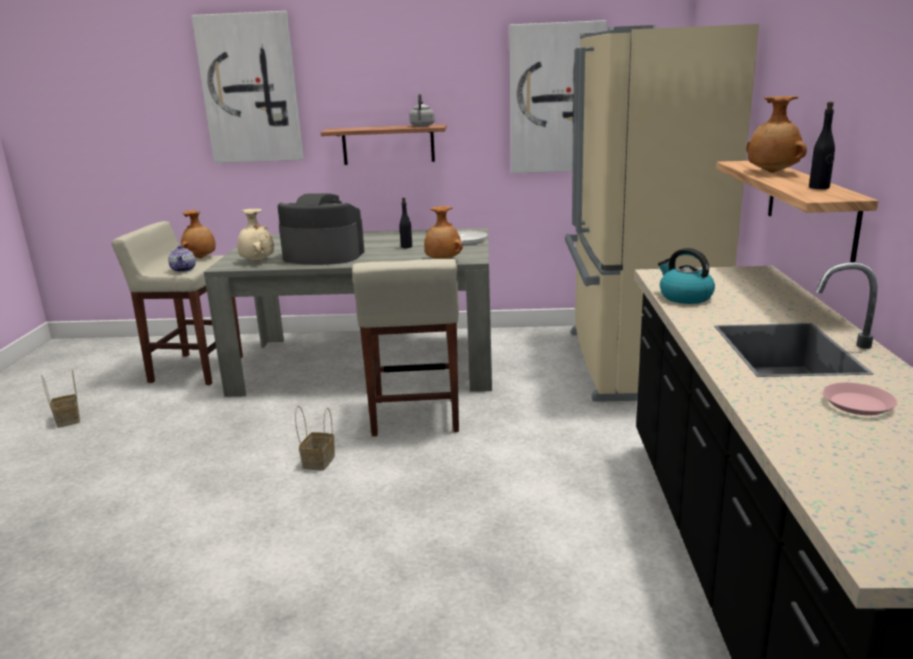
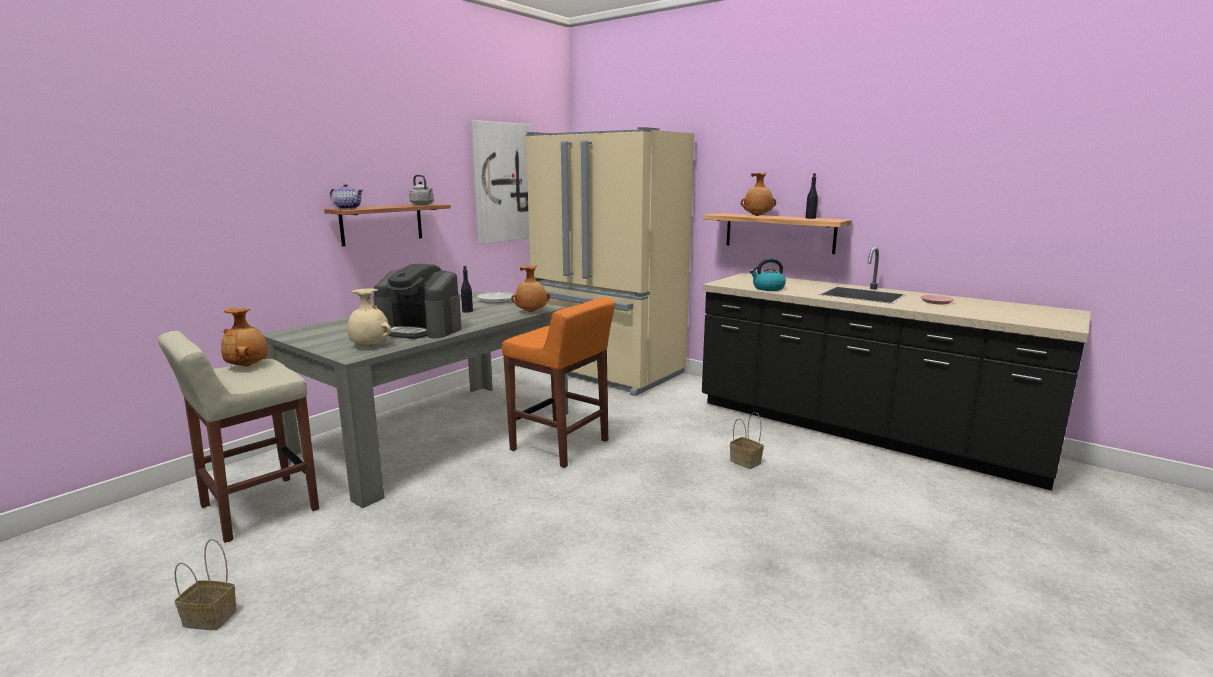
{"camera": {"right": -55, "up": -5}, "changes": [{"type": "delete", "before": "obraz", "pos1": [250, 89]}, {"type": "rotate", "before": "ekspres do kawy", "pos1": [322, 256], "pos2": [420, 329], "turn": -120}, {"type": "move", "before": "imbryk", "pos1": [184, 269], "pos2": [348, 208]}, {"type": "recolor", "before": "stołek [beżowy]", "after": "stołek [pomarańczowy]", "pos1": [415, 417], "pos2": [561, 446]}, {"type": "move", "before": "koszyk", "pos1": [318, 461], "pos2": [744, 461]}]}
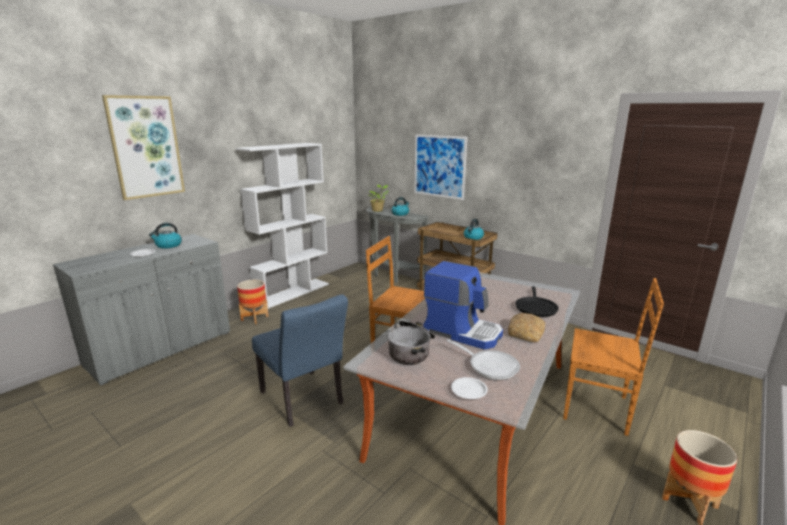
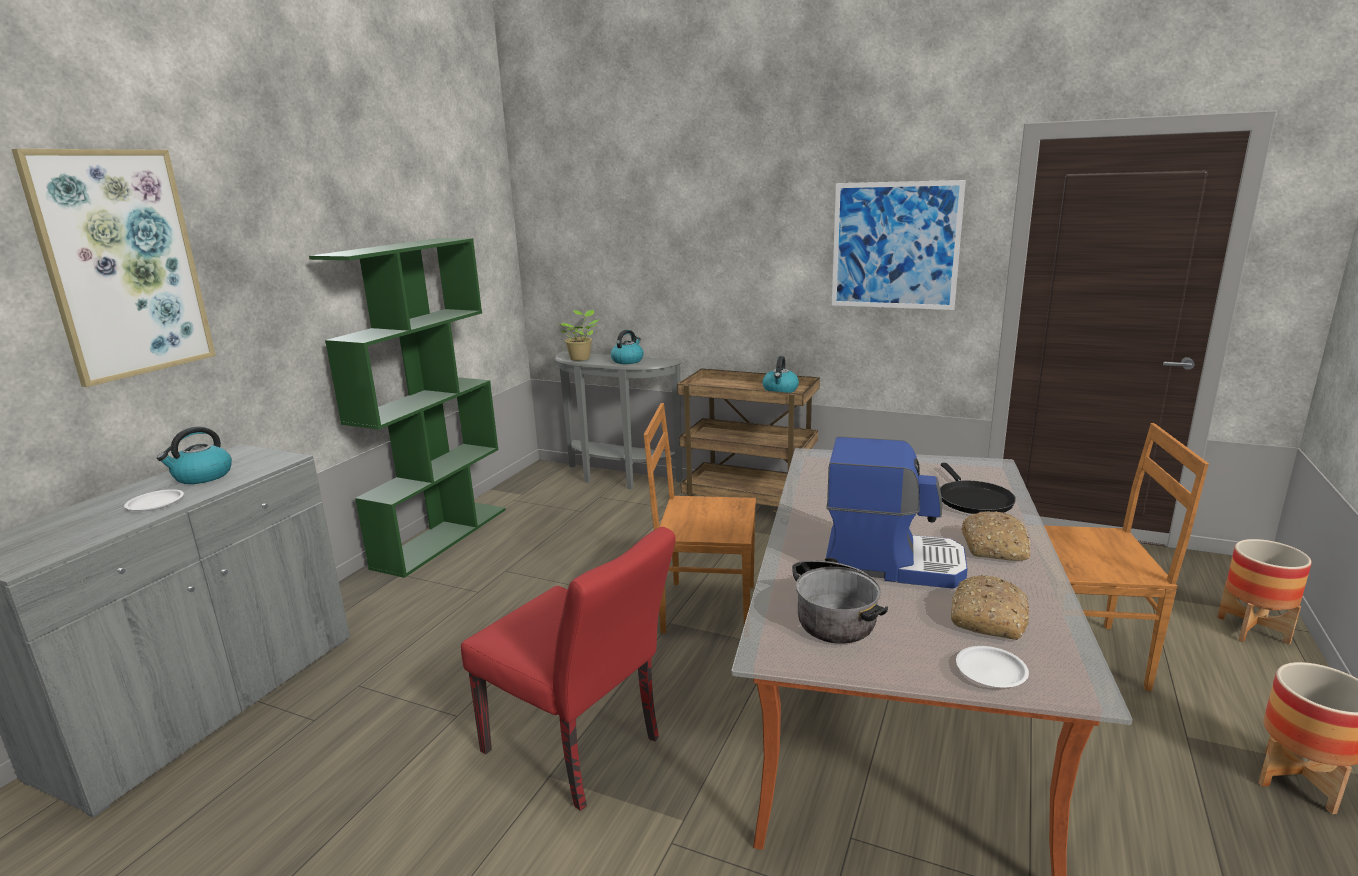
{"camera": {"right": -15, "up": 0}, "changes": [{"type": "move", "before": "obraz", "pos1": [439, 166], "pos2": [895, 246]}, {"type": "recolor", "before": "regał [biały]", "after": "regał [zielony]", "pos1": [293, 293], "pos2": [442, 537]}, {"type": "move", "before": "donica", "pos1": [255, 318], "pos2": [1252, 630]}, {"type": "recolor", "before": "krzesło [niebieski]", "after": "krzesło [czerwony]", "pos1": [304, 401], "pos2": [581, 750]}, {"type": "replace", "before": "patelnia", "after": "chleb", "pos1": [489, 366], "pos2": [987, 618]}]}
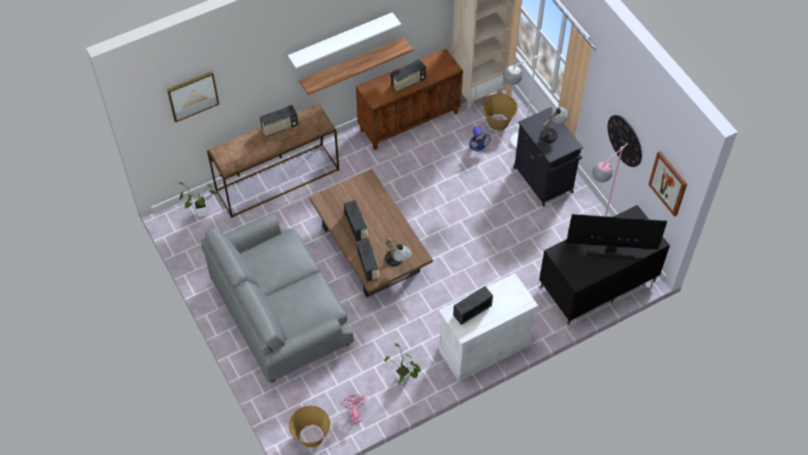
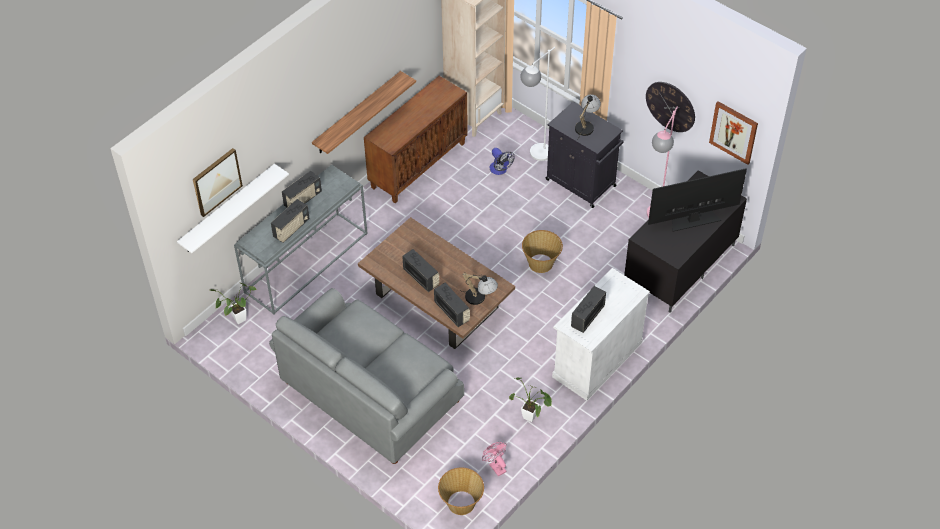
{"camera": {"right": -20, "up": -5}, "changes": [{"type": "move", "before": "półka [biały]", "pos1": [341, 40], "pos2": [228, 209]}, {"type": "move", "before": "radio", "pos1": [408, 82], "pos2": [291, 229]}, {"type": "move", "before": "koszyk", "pos1": [498, 122], "pos2": [541, 263]}, {"type": "recolor", "before": "stolik konsolowy [brązowy]", "after": "stolik konsolowy [szary]", "pos1": [278, 179], "pos2": [306, 261]}]}
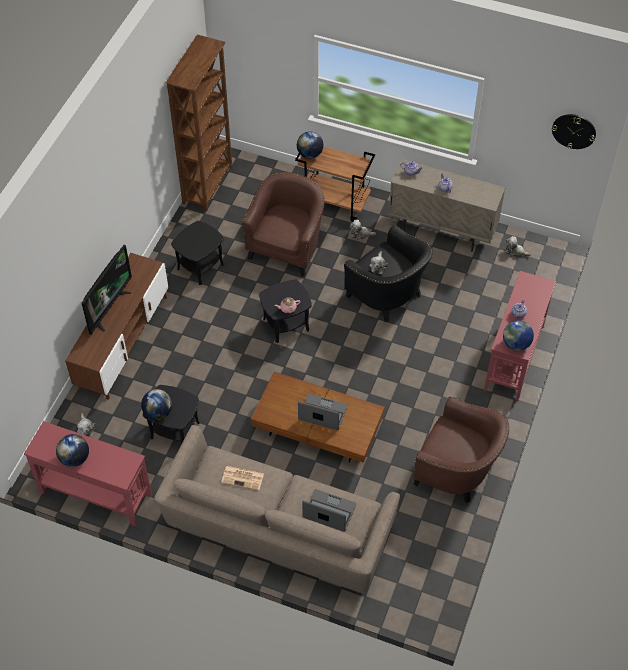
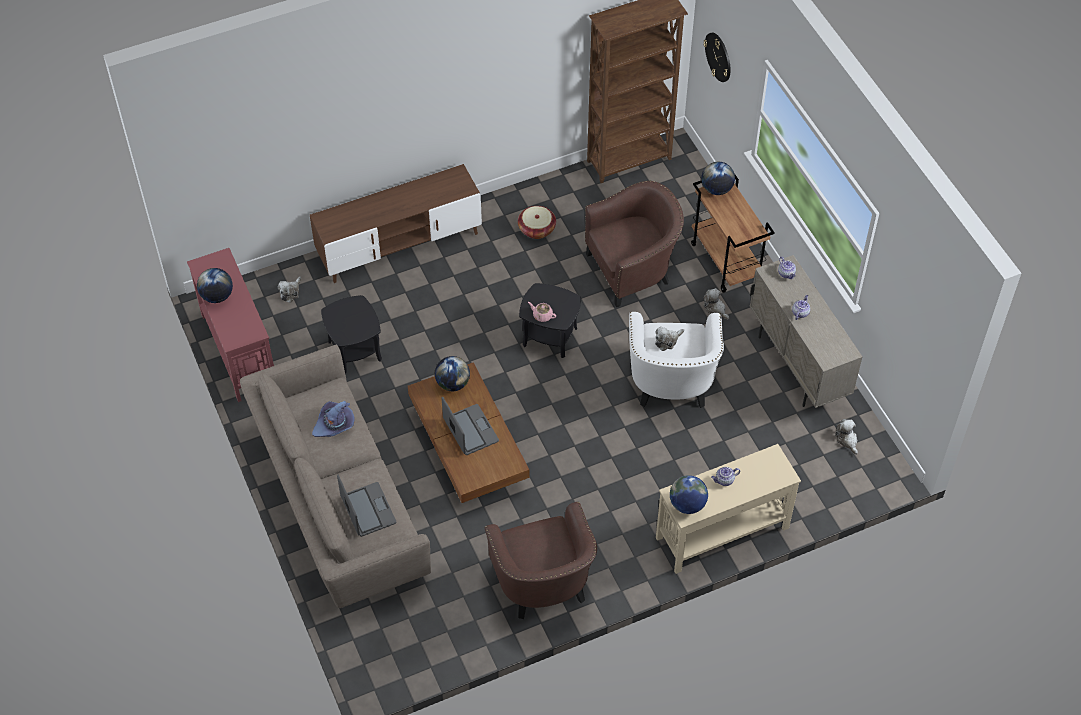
{"camera": {"right": 45, "up": 0}, "changes": [{"type": "move", "before": "zegar ścienny", "pos1": [574, 131], "pos2": [718, 57]}, {"type": "replace", "before": "stolik [czarny]", "after": "koszyk", "pos1": [200, 267], "pos2": [536, 229]}, {"type": "recolor", "before": "fotel [czarny]", "after": "fotel [biały]", "pos1": [388, 296], "pos2": [671, 384]}, {"type": "delete", "before": "telewizor", "pos1": [108, 308]}, {"type": "recolor", "before": "stolik konsolowy [czerwony]", "after": "stolik konsolowy [beżowy]", "pos1": [514, 357], "pos2": [721, 533]}, {"type": "move", "before": "globus", "pos1": [158, 412], "pos2": [453, 383]}, {"type": "replace", "before": "gazeta", "after": "kapelusz [fioletowy]", "pos1": [243, 478], "pos2": [335, 424]}]}
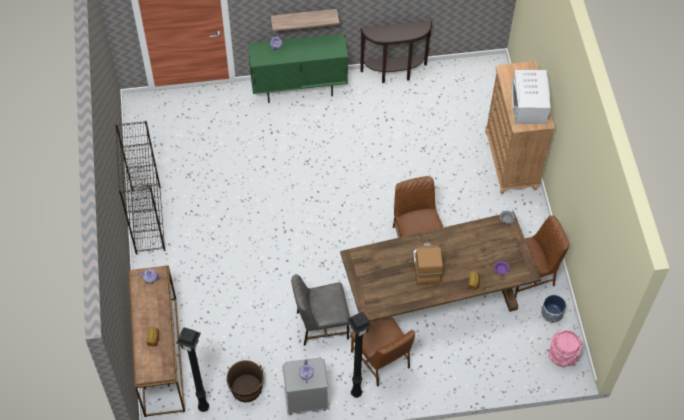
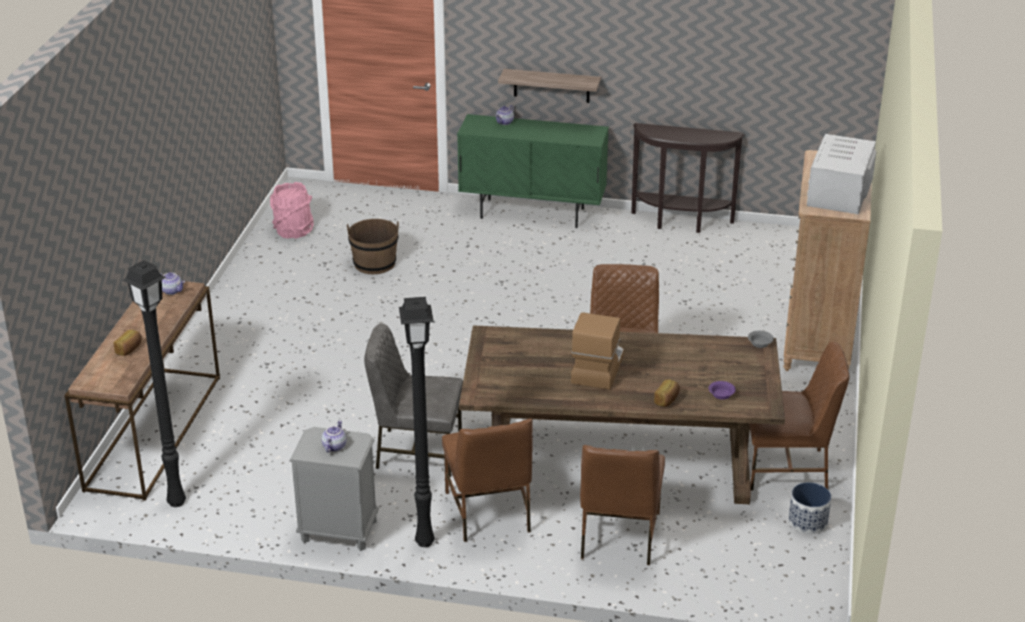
{"camera": {"right": 20, "up": -25}, "changes": [{"type": "delete", "before": "regał [czarny]", "pos1": [148, 220]}, {"type": "move", "before": "wiadro [różowy]", "pos1": [562, 356], "pos2": [293, 231]}, {"type": "move", "before": "wiadro [brązowy]", "pos1": [246, 388], "pos2": [374, 263]}, {"type": "insert", "after": "krzesło [brązowy]", "pos2": [618, 536]}]}
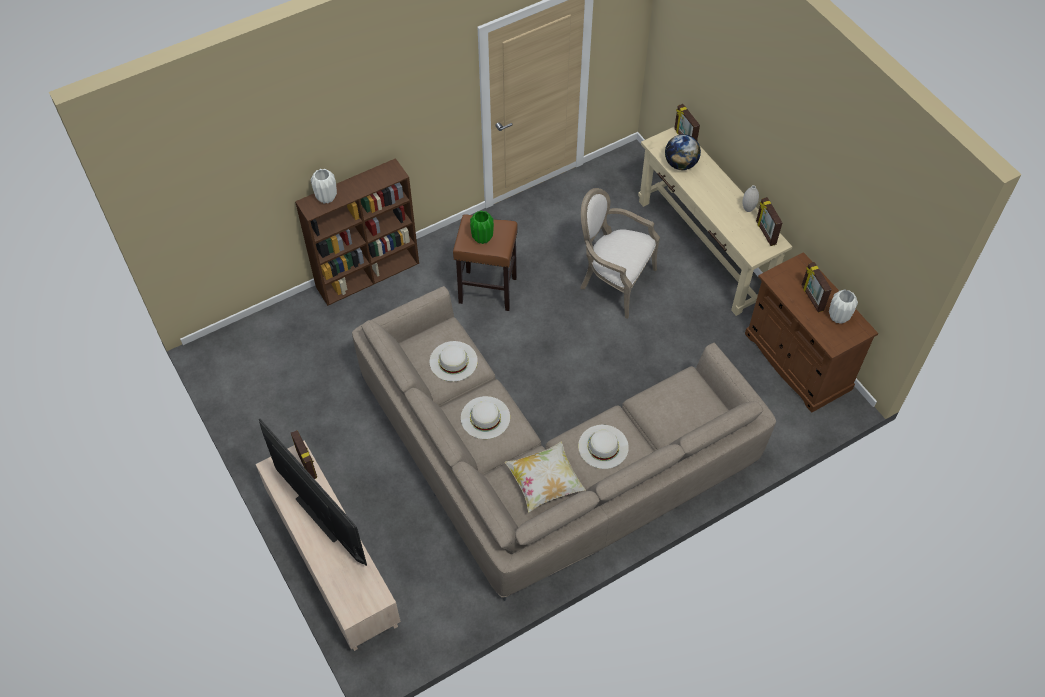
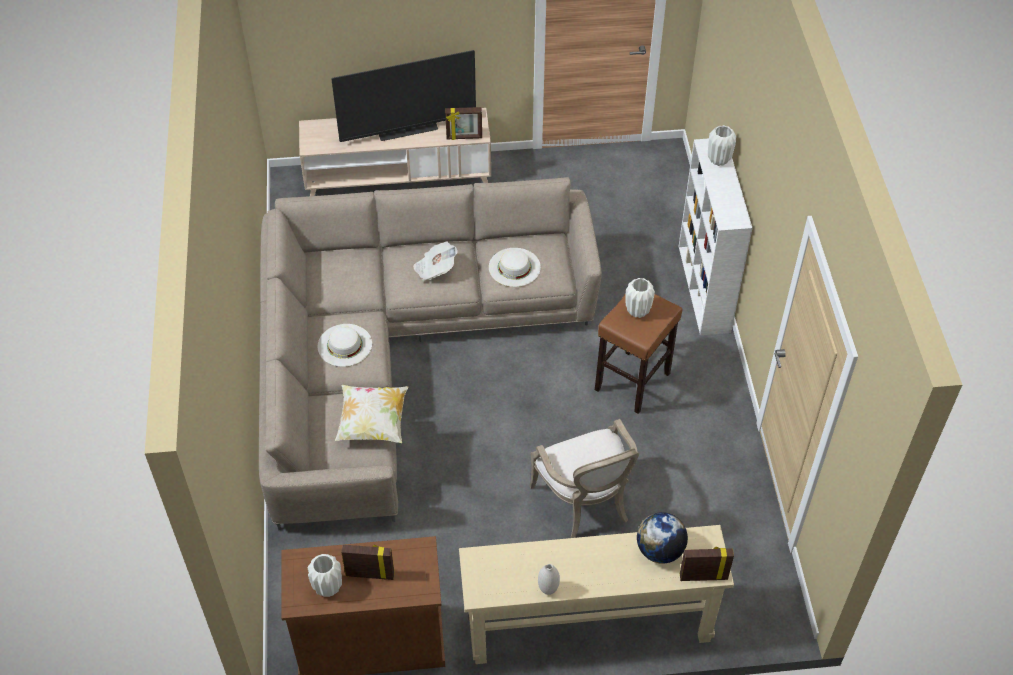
{"camera": {"right": 115, "up": -5}, "changes": [{"type": "recolor", "before": "regał [brązowy]", "after": "regał [biały]", "pos1": [368, 274], "pos2": [704, 289]}, {"type": "rotate", "before": "fotel", "pos1": [613, 281], "pos2": [585, 504], "turn": 105}, {"type": "delete", "before": "ramka na zdjęcie", "pos1": [765, 233]}, {"type": "recolor", "before": "wazon [zielony]", "after": "wazon [biały]", "pos1": [482, 238], "pos2": [637, 311]}, {"type": "replace", "before": "kapelusz [biały]", "after": "gazeta", "pos1": [485, 417], "pos2": [435, 269]}, {"type": "move", "before": "poduszka", "pos1": [544, 483], "pos2": [373, 423]}]}
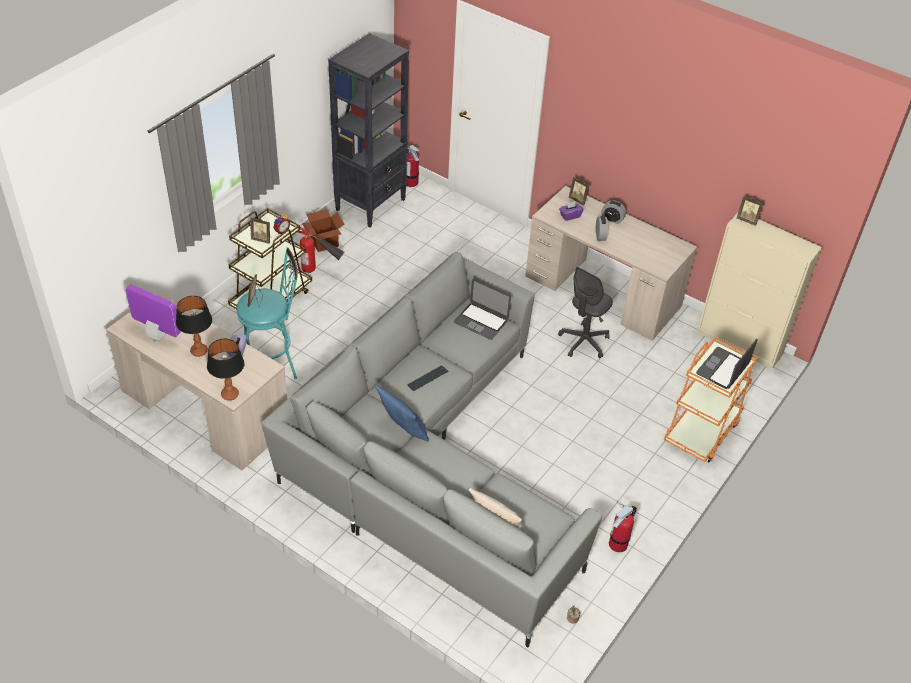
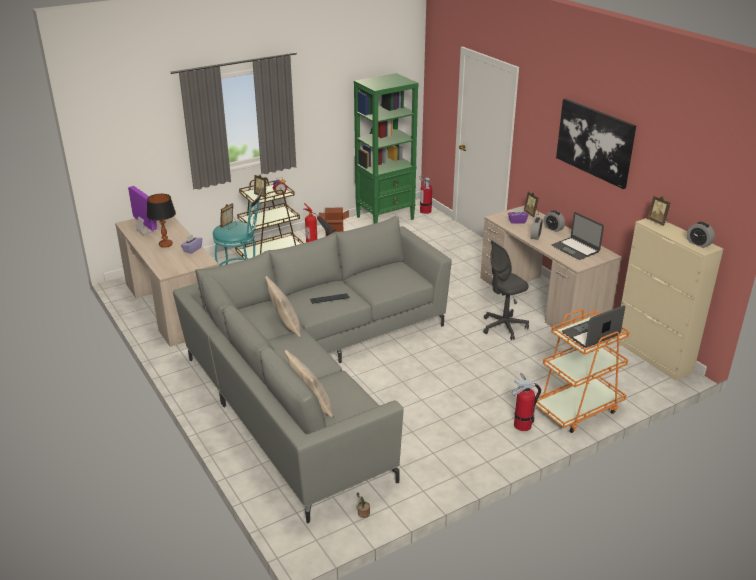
{"camera": {"right": 25, "up": -15}, "changes": [{"type": "recolor", "before": "regał [czarny]", "after": "regał [zielony]", "pos1": [371, 204], "pos2": [385, 218]}, {"type": "move", "before": "laptop", "pos1": [481, 321], "pos2": [575, 248]}, {"type": "delete", "before": "lampa stołowa", "pos1": [229, 394]}, {"type": "recolor", "before": "poduszka [niebieski]", "after": "poduszka [beżowy]", "pos1": [402, 430], "pos2": [284, 326]}, {"type": "move", "before": "gaśnica", "pos1": [618, 544], "pos2": [522, 425]}, {"type": "insert", "after": "obraz", "pos2": [595, 142]}, {"type": "insert", "after": "budzik", "pos2": [698, 244]}]}
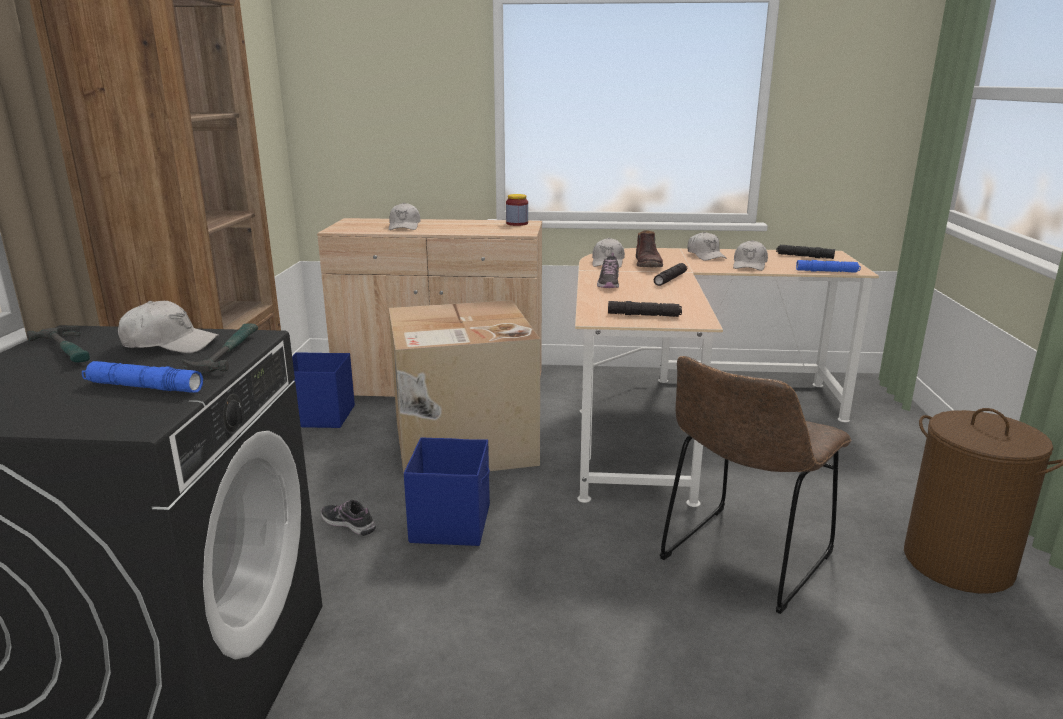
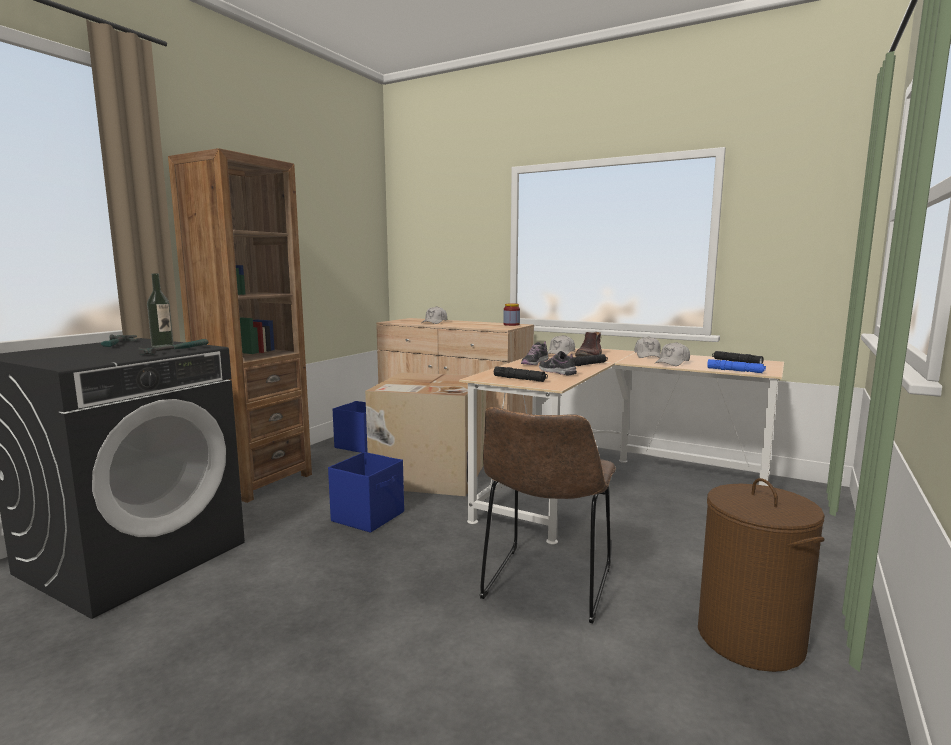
{"camera": {"right": 25, "up": -10}, "changes": [{"type": "replace", "before": "czapka z daszkiem [biały]", "after": "butelka", "pos1": [170, 344], "pos2": [162, 346]}, {"type": "rotate", "before": "krzesło [brązowy]", "pos1": [742, 561], "pos2": [546, 586], "turn": -45}, {"type": "delete", "before": "latarka [niebieski]", "pos1": [144, 387]}, {"type": "move", "before": "but", "pos1": [349, 524], "pos2": [557, 372]}]}
